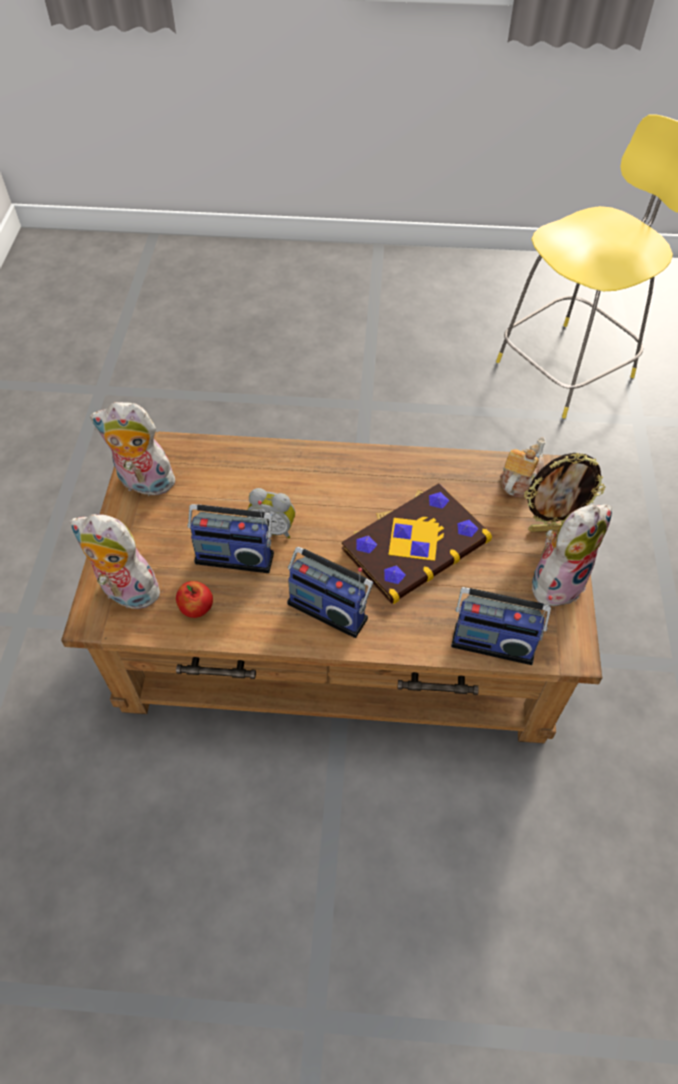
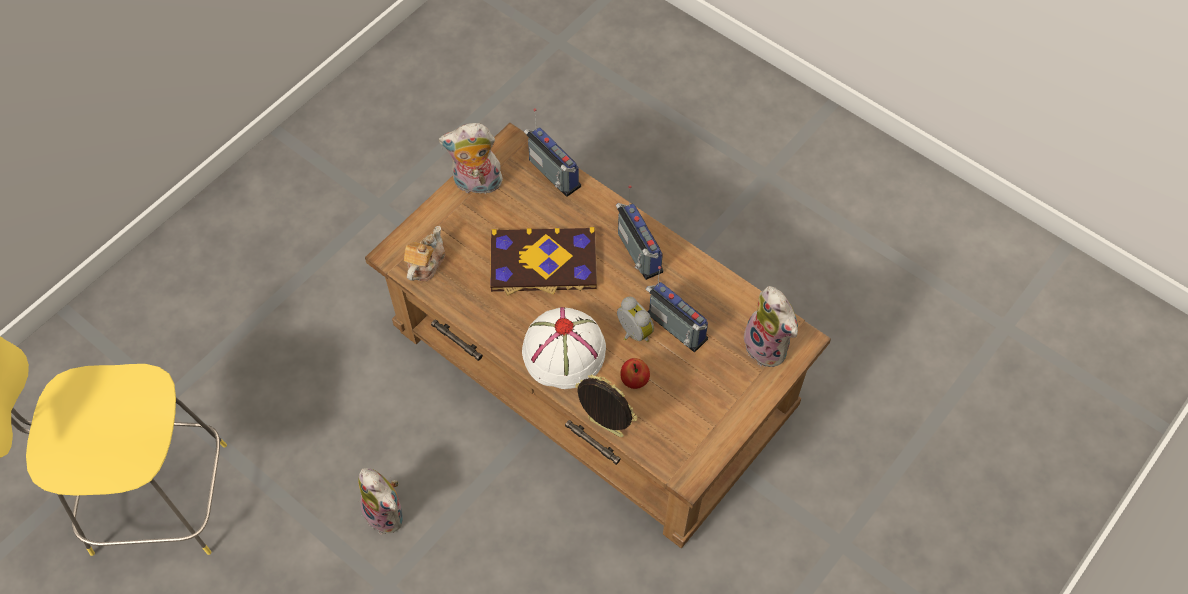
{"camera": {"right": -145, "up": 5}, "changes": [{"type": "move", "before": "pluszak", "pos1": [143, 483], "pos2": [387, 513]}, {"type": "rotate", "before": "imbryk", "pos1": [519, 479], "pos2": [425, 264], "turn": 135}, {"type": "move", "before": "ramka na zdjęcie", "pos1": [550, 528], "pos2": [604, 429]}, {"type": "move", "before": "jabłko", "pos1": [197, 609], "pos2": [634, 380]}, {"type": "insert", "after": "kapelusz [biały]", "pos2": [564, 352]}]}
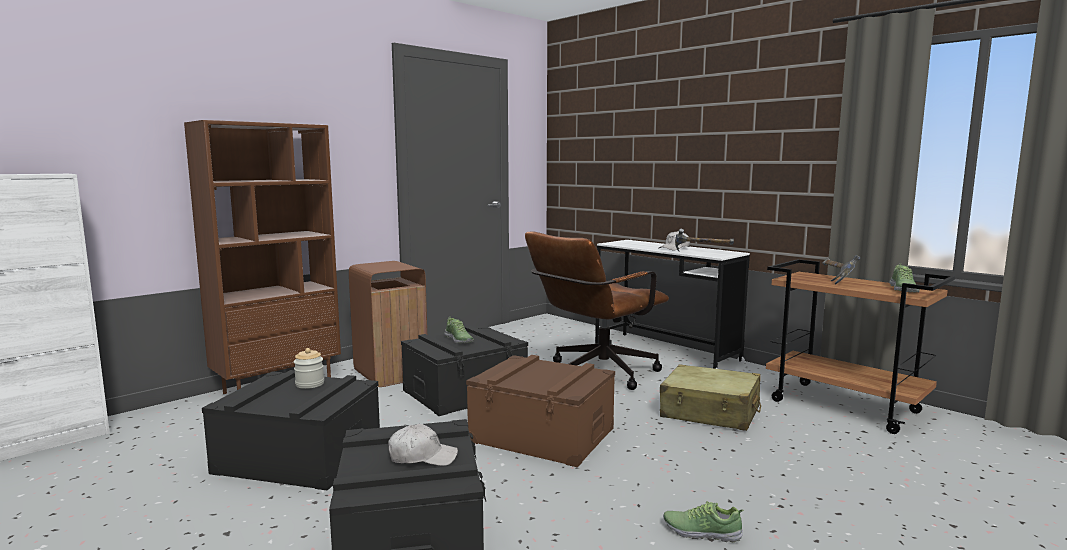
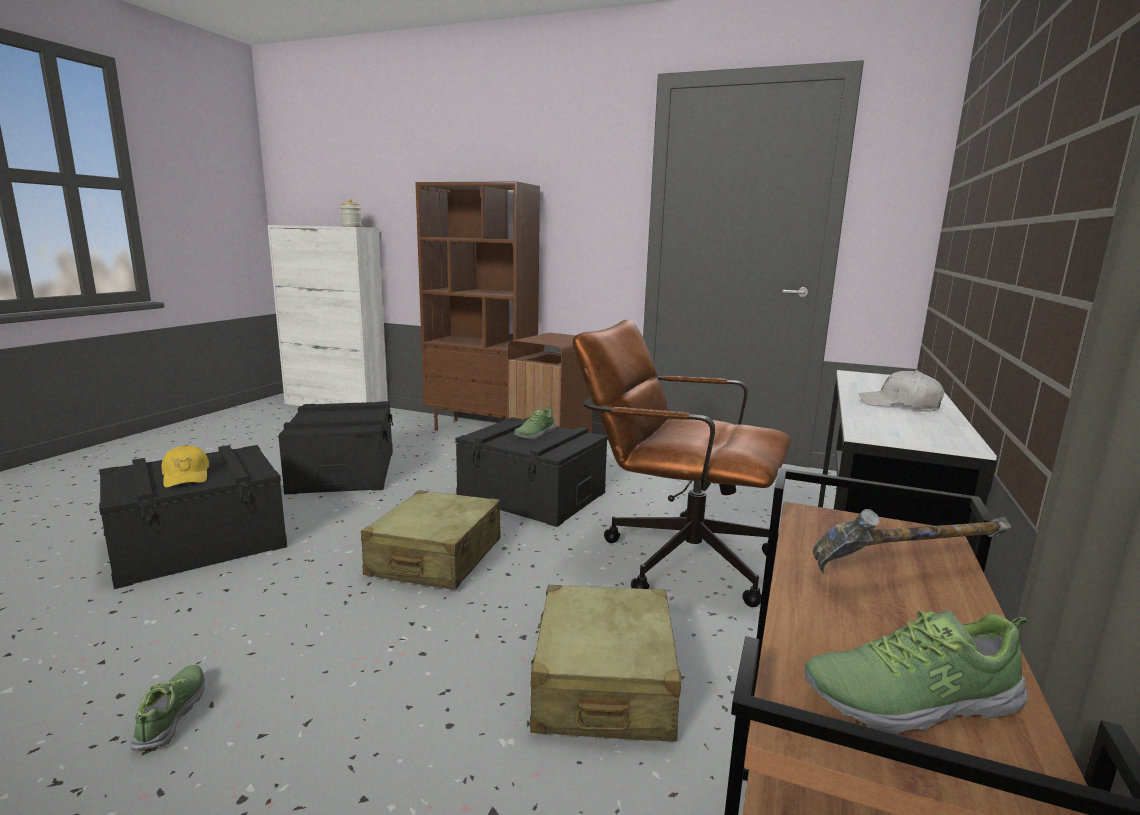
{"camera": {"right": 65, "up": 5}, "changes": [{"type": "delete", "before": "młotek", "pos1": [701, 252]}, {"type": "move", "before": "słoik", "pos1": [310, 384], "pos2": [351, 226]}, {"type": "replace", "before": "pojemnik do przechowywania [brązowy]", "after": "walizka [beżowy]", "pos1": [542, 434], "pos2": [435, 558]}, {"type": "recolor", "before": "czapka z daszkiem [biały]", "after": "czapka z daszkiem [żółty]", "pos1": [422, 457], "pos2": [186, 476]}]}
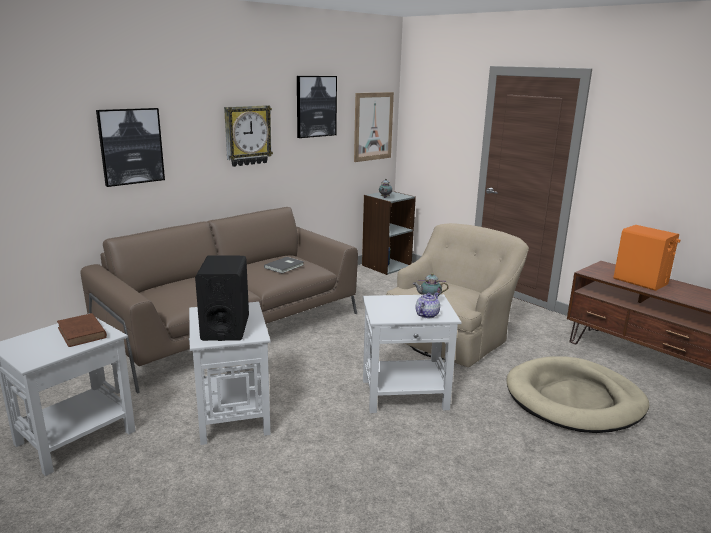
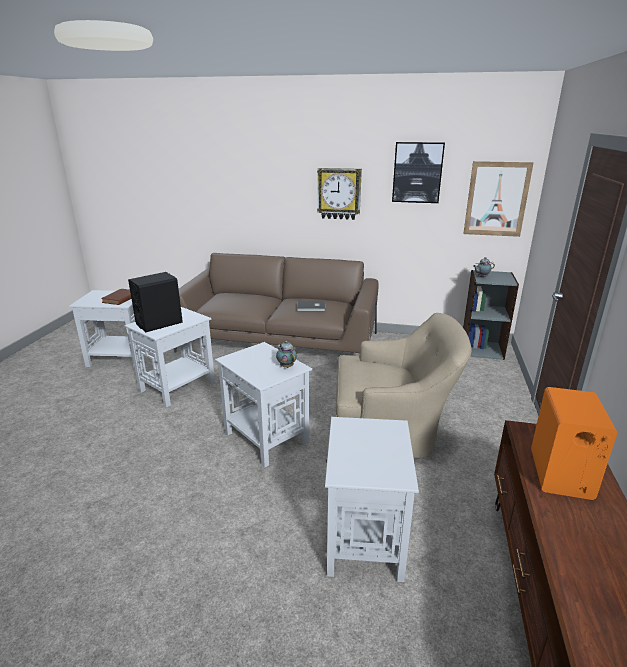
{"camera": {"right": 55, "up": 5}, "changes": [{"type": "delete", "before": "obraz", "pos1": [131, 146]}, {"type": "delete", "before": "imbryk", "pos1": [426, 315]}, {"type": "replace", "before": "legowisko [beżowy]", "after": "stolik [biały]", "pos1": [574, 399], "pos2": [364, 540]}]}
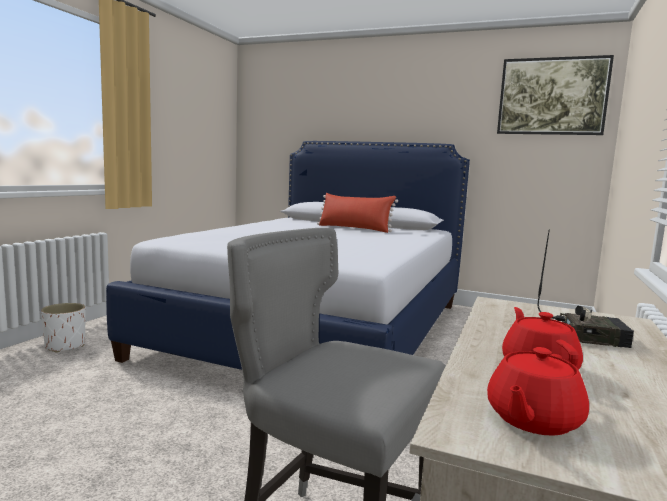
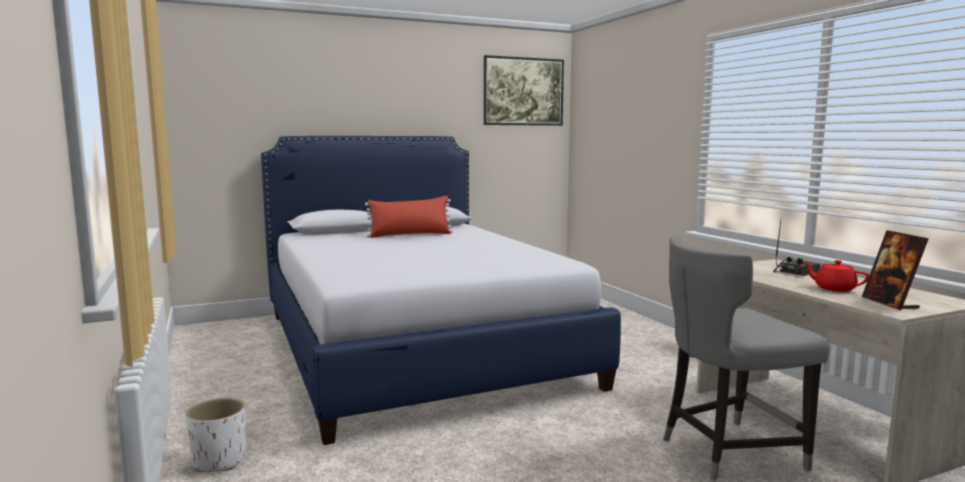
{"camera": {"right": -45, "up": 0}, "changes": [{"type": "replace", "before": "imbryk [czerwony]", "after": "ramka na zdjęcie", "pos1": [532, 419], "pos2": [890, 303]}]}
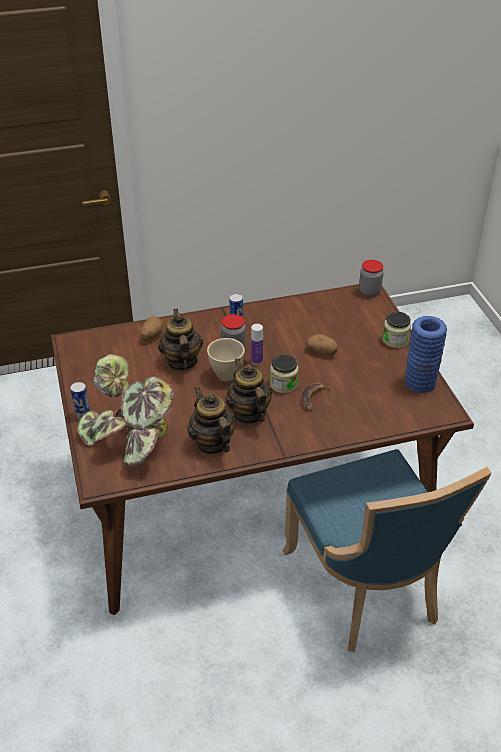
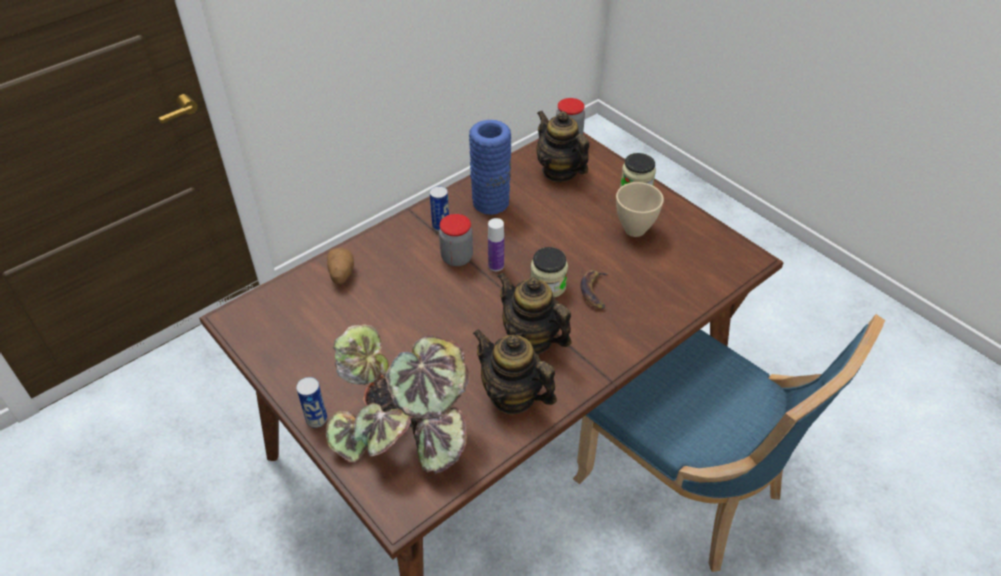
{"camera": {"right": -25, "up": 5}, "changes": [{"type": "move", "before": "imbryk", "pos1": [181, 362], "pos2": [559, 171]}, {"type": "move", "before": "wazon [niebieski]", "pos1": [420, 382], "pos2": [490, 202]}, {"type": "delete", "before": "ziemniak", "pos1": [322, 352]}, {"type": "move", "before": "miska [beżowy]", "pos1": [225, 376], "pos2": [633, 230]}]}
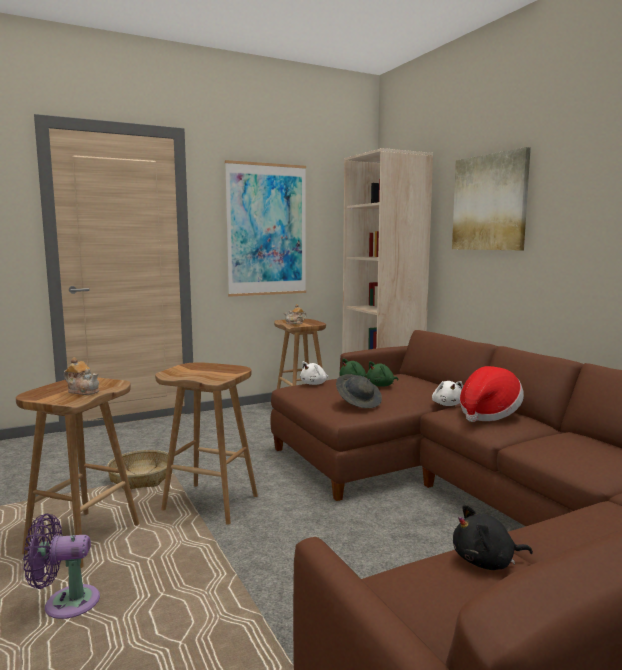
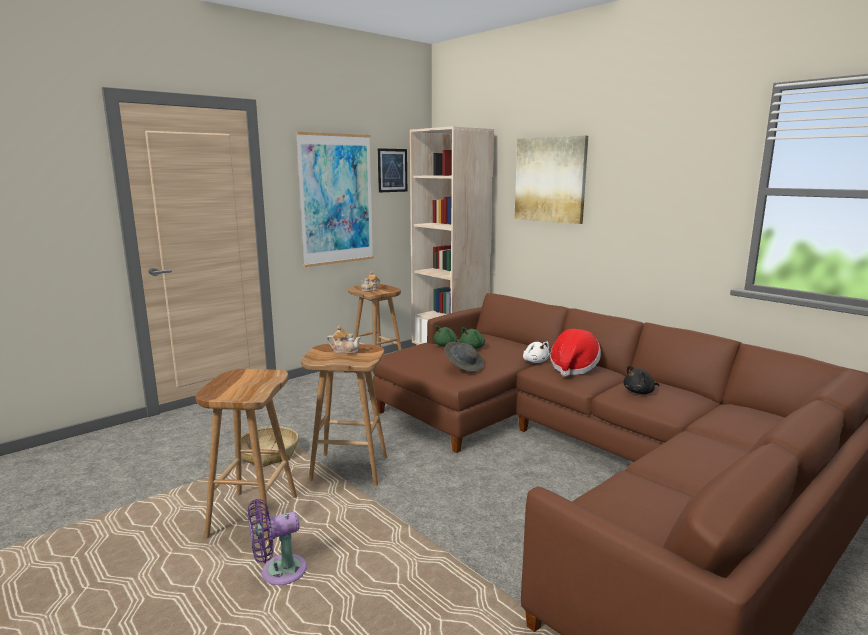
{"camera": {"right": -15, "up": 5}, "changes": [{"type": "move", "before": "imbryk", "pos1": [83, 391], "pos2": [344, 351]}, {"type": "delete", "before": "pluszak [biały]", "pos1": [314, 384]}, {"type": "move", "before": "pluszak [czarny]", "pos1": [486, 562], "pos2": [640, 392]}, {"type": "insert", "after": "obraz", "pos2": [392, 170]}]}
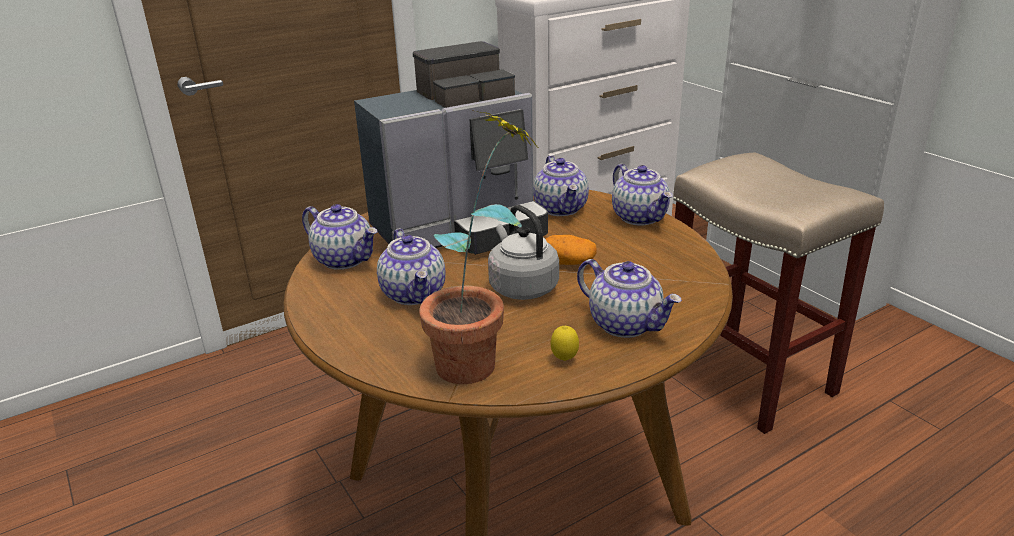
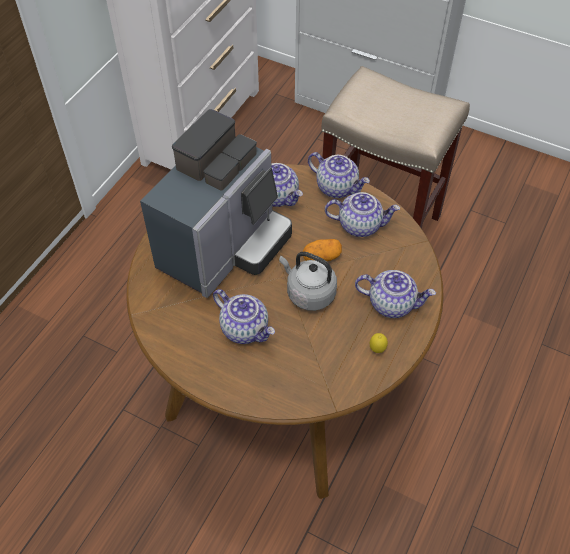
{"camera": {"right": -30, "up": 25}, "changes": [{"type": "delete", "before": "roślina doniczkowa", "pos1": [482, 359]}, {"type": "move", "before": "imbryk", "pos1": [345, 259], "pos2": [360, 225]}]}
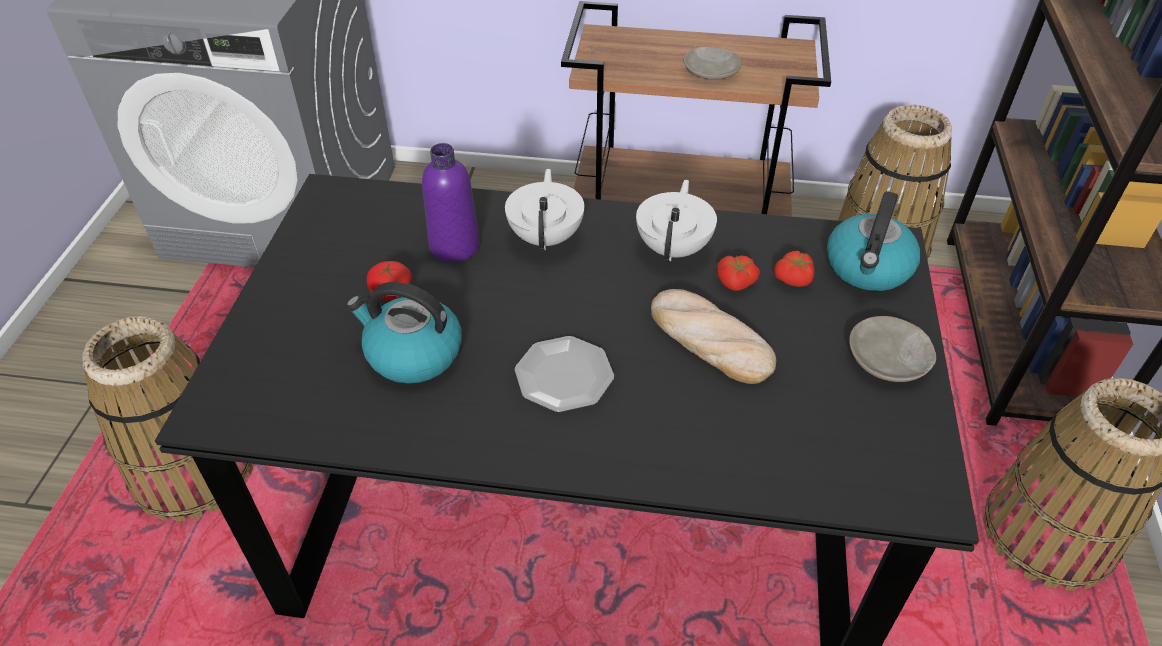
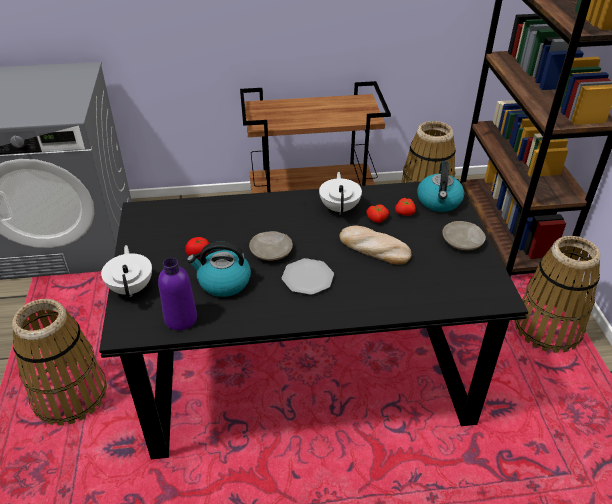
{"camera": {"right": -15, "up": -5}, "changes": [{"type": "move", "before": "talerz [beżowy]", "pos1": [711, 71], "pos2": [271, 251]}, {"type": "move", "before": "butelka [fioletowy]", "pos1": [454, 246], "pos2": [181, 319]}, {"type": "move", "before": "imbryk [biały]", "pos1": [546, 237], "pos2": [131, 287]}]}
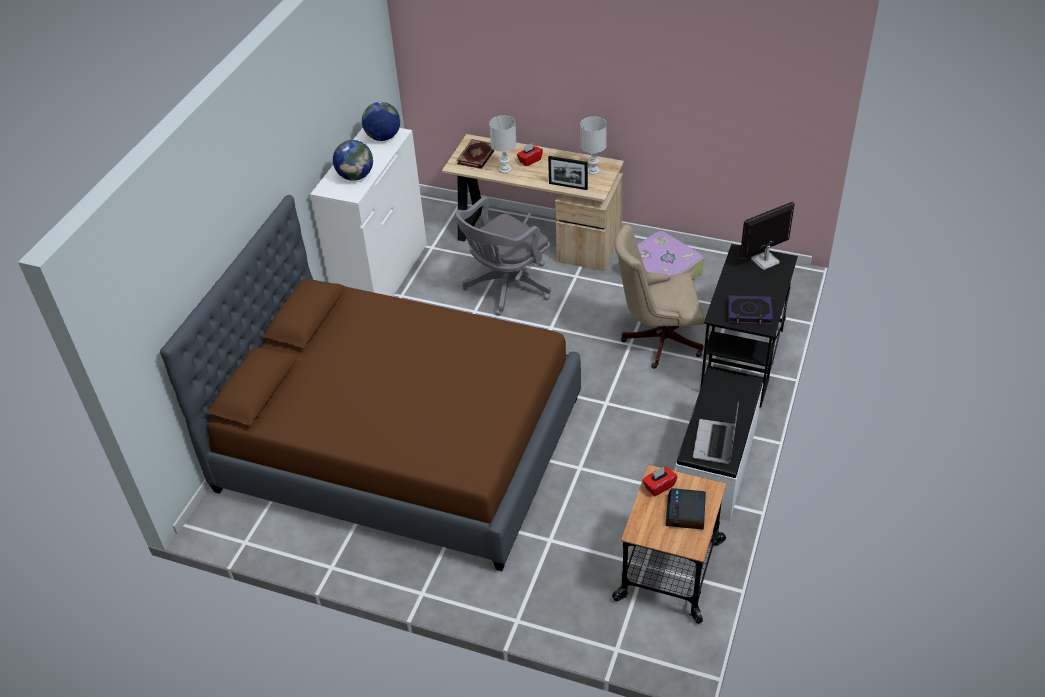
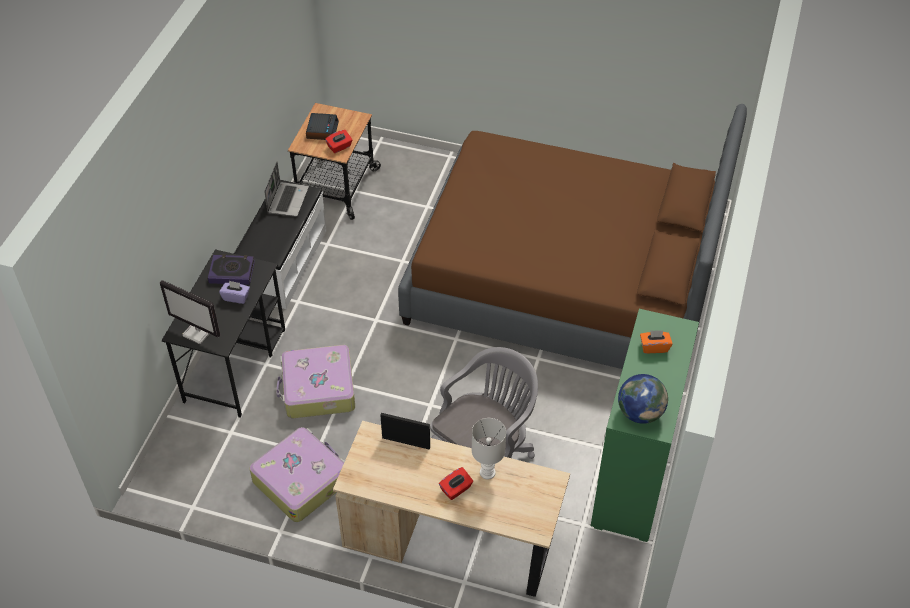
{"camera": {"right": 175, "up": 5}, "changes": [{"type": "delete", "before": "lampa stołowa [biały]", "pos1": [593, 171]}, {"type": "recolor", "before": "komoda [biały]", "after": "komoda [zielony]", "pos1": [382, 277], "pos2": [633, 475]}, {"type": "delete", "before": "książka", "pos1": [477, 156]}, {"type": "replace", "before": "globus", "after": "pudełko chusteczek [pomarańczowy]", "pos1": [355, 176], "pos2": [654, 347]}, {"type": "rotate", "before": "monitor", "pos1": [764, 261], "pos2": [198, 332], "turn": 60}, {"type": "replace", "before": "krzesło biurowe [beżowy]", "after": "walizka", "pos1": [657, 340], "pos2": [318, 389]}, {"type": "insert", "after": "pudełko chusteczek [fioletowy]", "pos2": [236, 297]}]}
